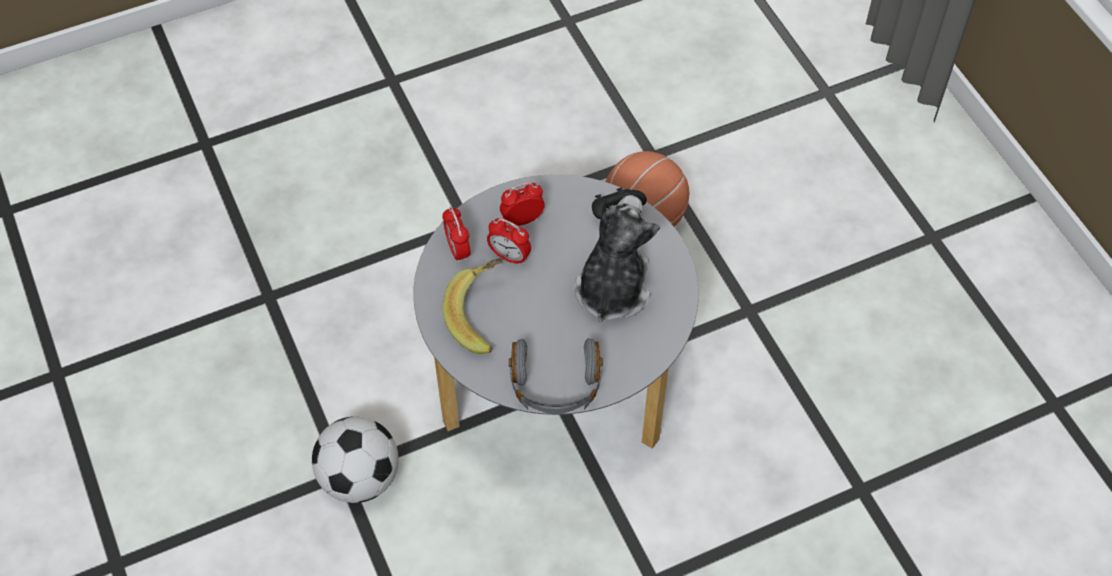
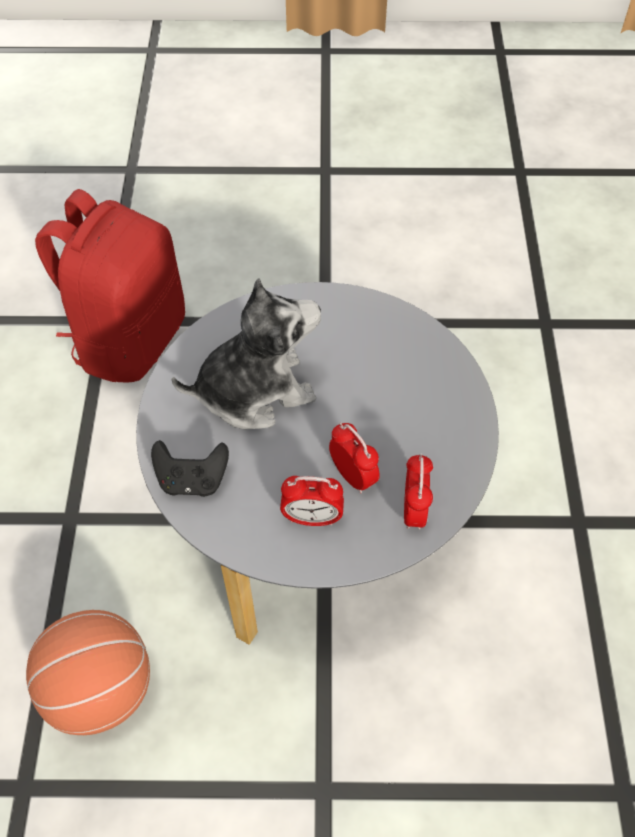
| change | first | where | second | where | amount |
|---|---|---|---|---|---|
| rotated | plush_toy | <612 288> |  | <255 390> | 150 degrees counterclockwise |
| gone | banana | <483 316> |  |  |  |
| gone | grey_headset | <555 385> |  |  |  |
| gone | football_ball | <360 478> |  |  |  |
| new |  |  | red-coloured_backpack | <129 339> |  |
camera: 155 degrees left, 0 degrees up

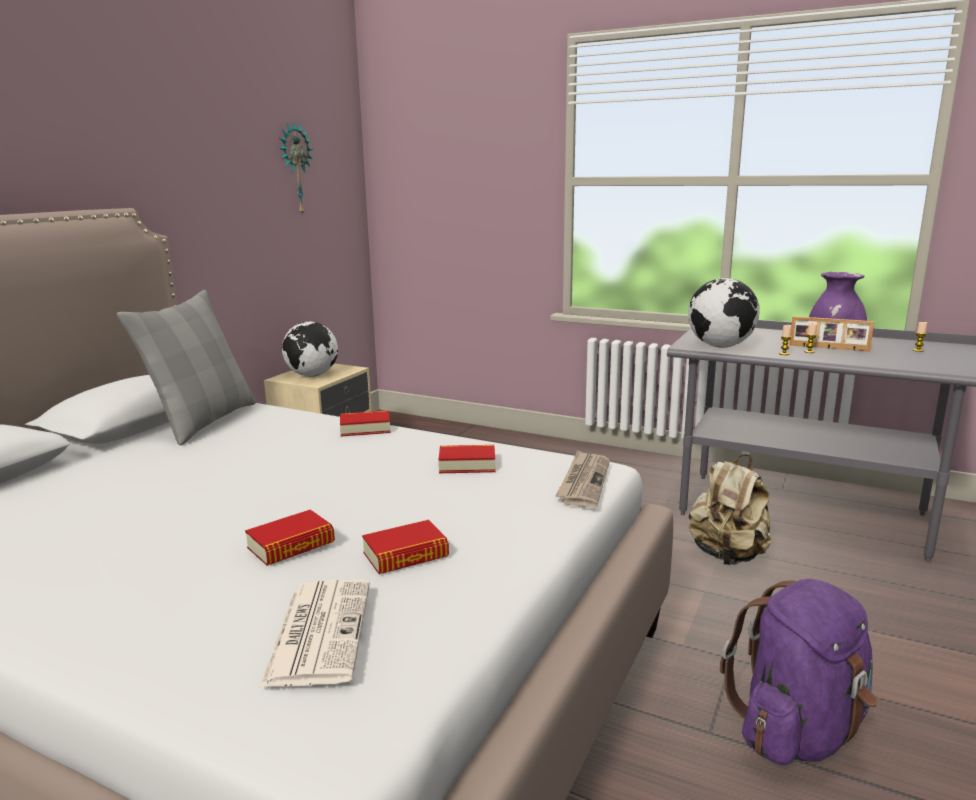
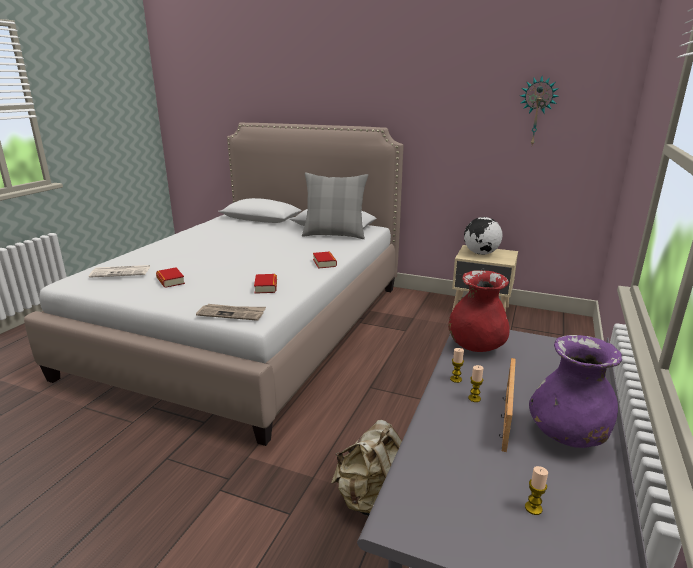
| change | first | where | second | where | amount |
|---|---|---|---|---|---|
| swapped | globe | <720 346> | red-coloured_vase | <476 346> |  |
| gone | bound_book | <291 545> |  |  |  |
| gone | purple-coloured_backpack | <798 731> |  |  |  |
camera: 85 degrees right, 5 degrees up

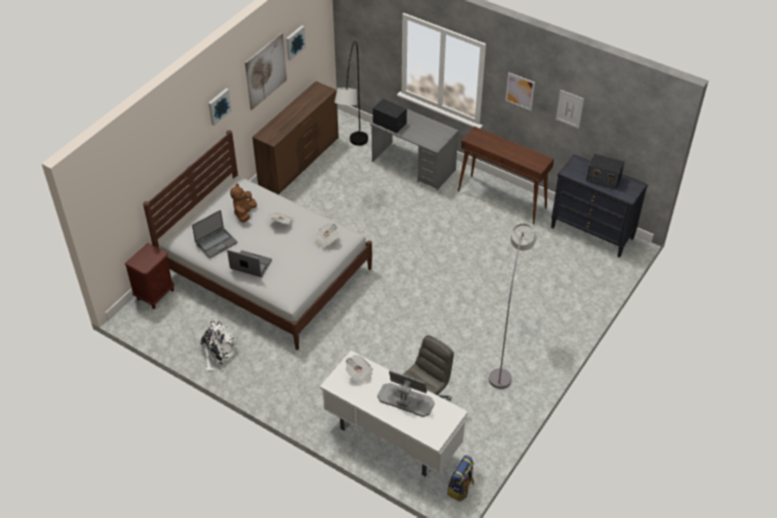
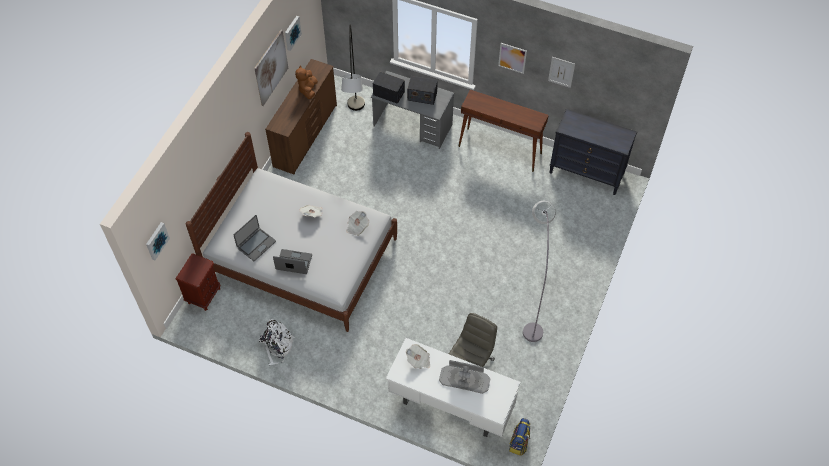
| change | first | where | second | where | amount |
|---|---|---|---|---|---|
| shifted | wall_art | <218 106> |  | <156 240> |  |
| shifted | radio_set | <603 178> |  | <422 96> |  |
| shifted | brown_plush_toy | <244 213> |  | <308 90> |  |
camera: 10 degrees left, 10 degrees up

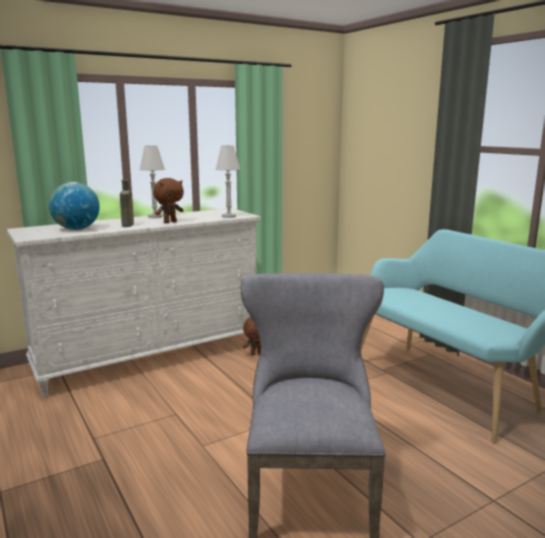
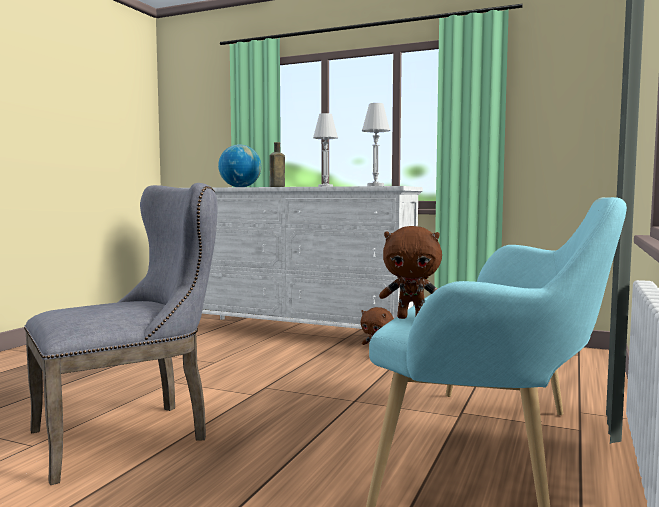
| change | first | where | second | where | amount |
|---|---|---|---|---|---|
| shifted | brown_plush_toy | <170 222> |  | <411 318> |  |
camera: 55 degrees right, 10 degrees down

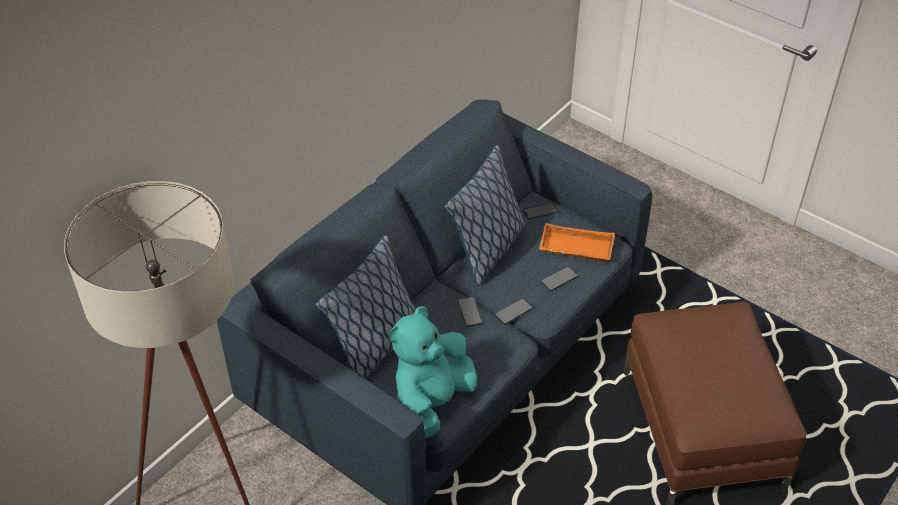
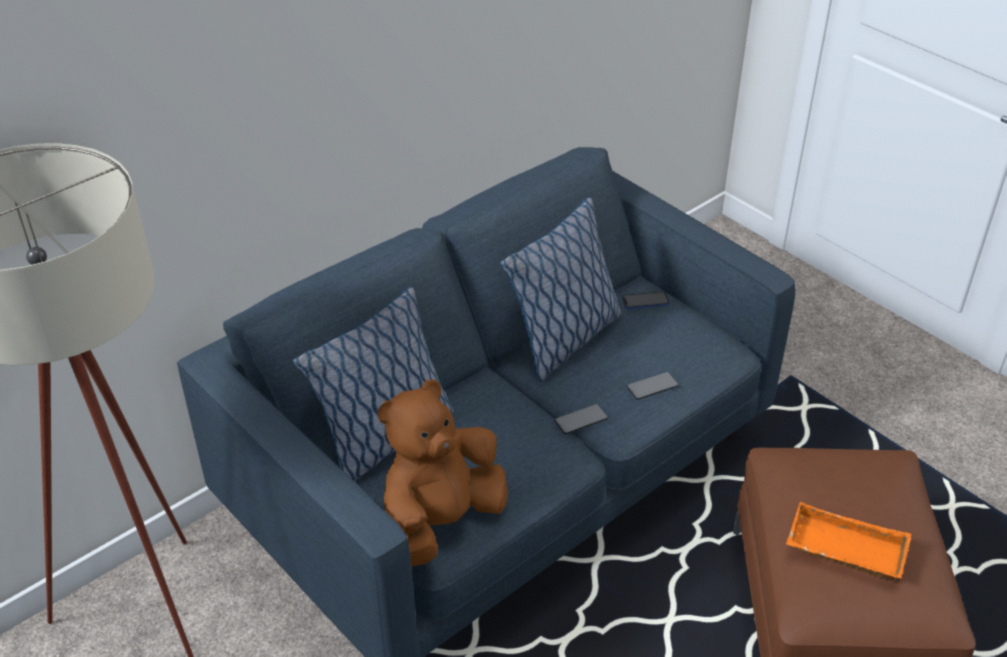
| change | first | where | second | where | amount |
|---|---|---|---|---|---|
| shifted | orangey_carrying_tray | <575 249> |  | <843 550> |  |
| gone | handset | <469 312> |  |  |  |
| repainted | blue-green_plush_toy | <431 403> | brown_plush_toy | <440 522> |  |
camera: 10 degrees right, 5 degrees down

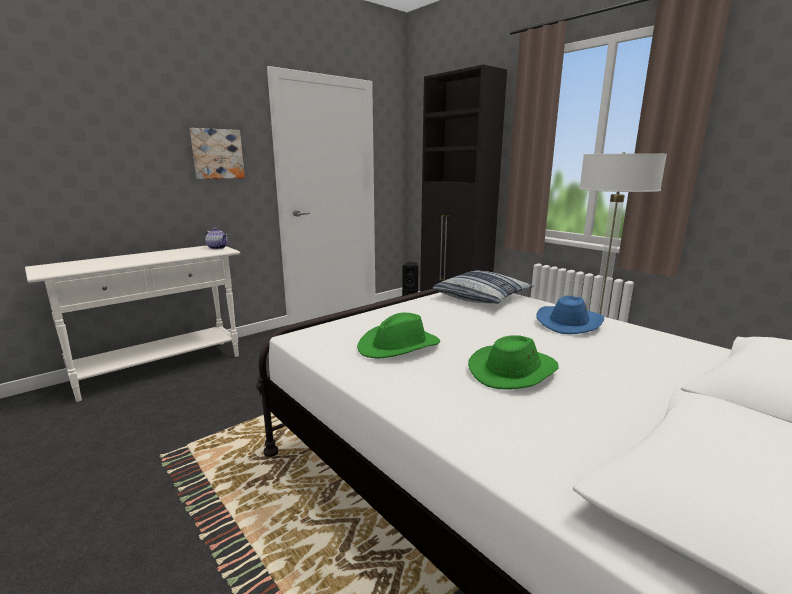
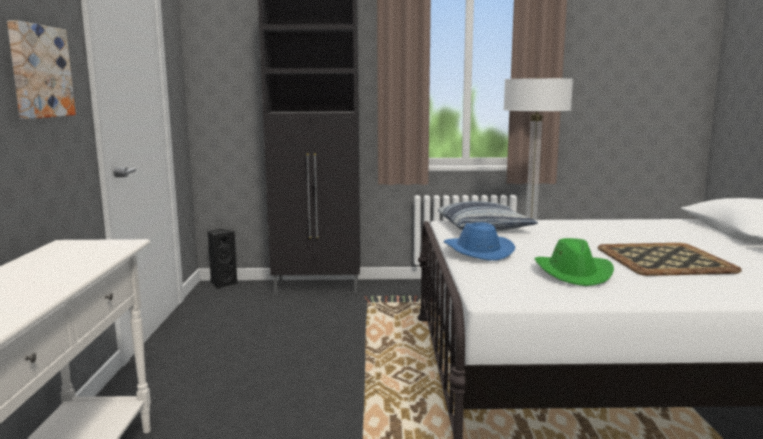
| change | first | where | second | where | amount |
|---|---|---|---|---|---|
| gone | pot_for_tea | <218 248> |  |  |  |
| shifted | blue_clothing_hat | <569 322> |  | <476 251> |  |
| swapped | green-coloured_clothing_hat | <513 370> | carrying_tray | <663 260> |  |
camera: 50 degrees left, 5 degrees down

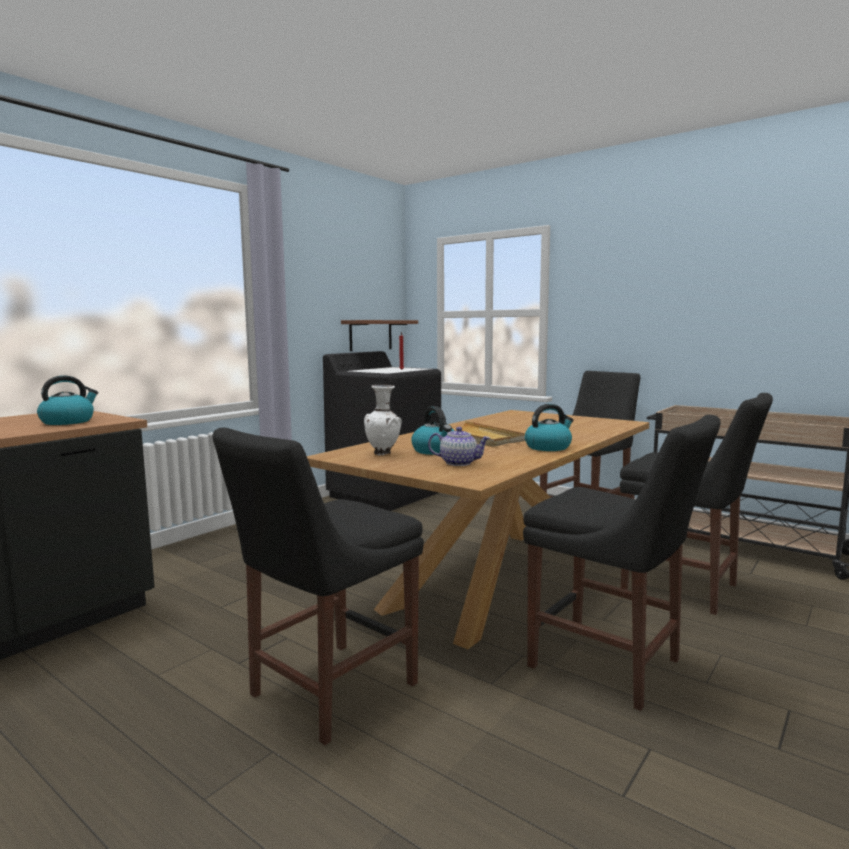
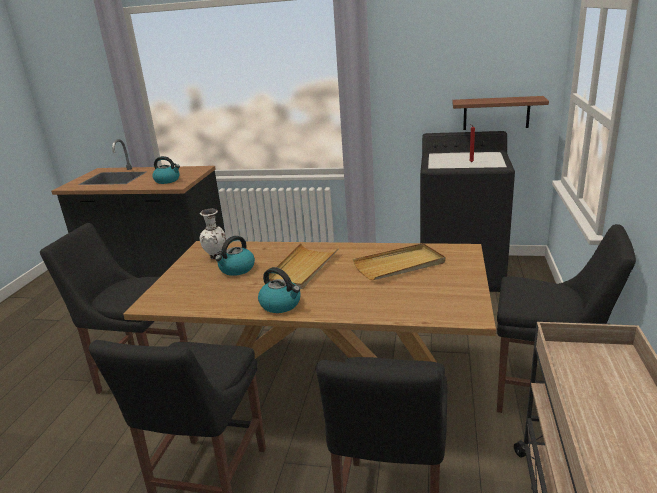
| change | first | where | second | where | amount |
|---|---|---|---|---|---|
| gone | pot_for_tea | <459 463> |  |  |  |
| new |  |  | sand-coloured_carrying_tray | <400 265> |  |
camera: 65 degrees right, 15 degrees up

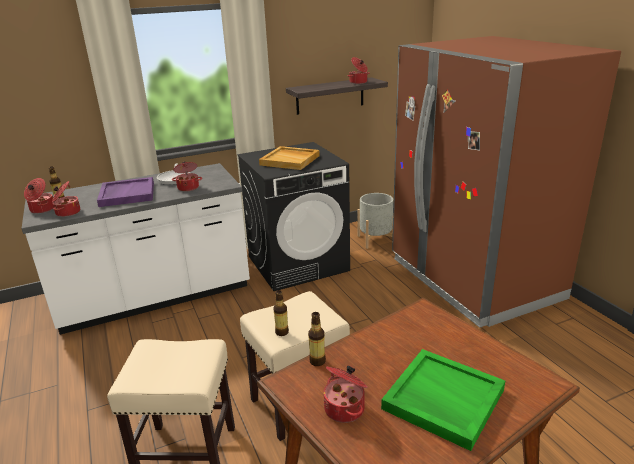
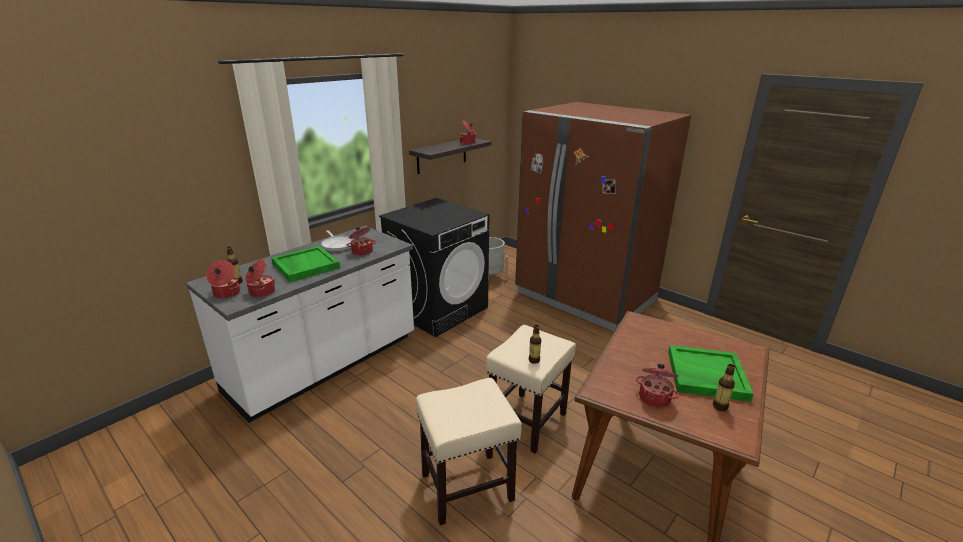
| change | first | where | second | where | amount |
|---|---|---|---|---|---|
| gone | sand-coloured_carrying_tray | <290 160> |  |  |  |
| repainted | purple-coloured_carrying_tray | <127 194> | green-coloured_carrying_tray | <305 266> |  |
| shifted | bottle | <317 361> |  | <719 406> |  |
camera: 25 degrees left, 0 degrees up

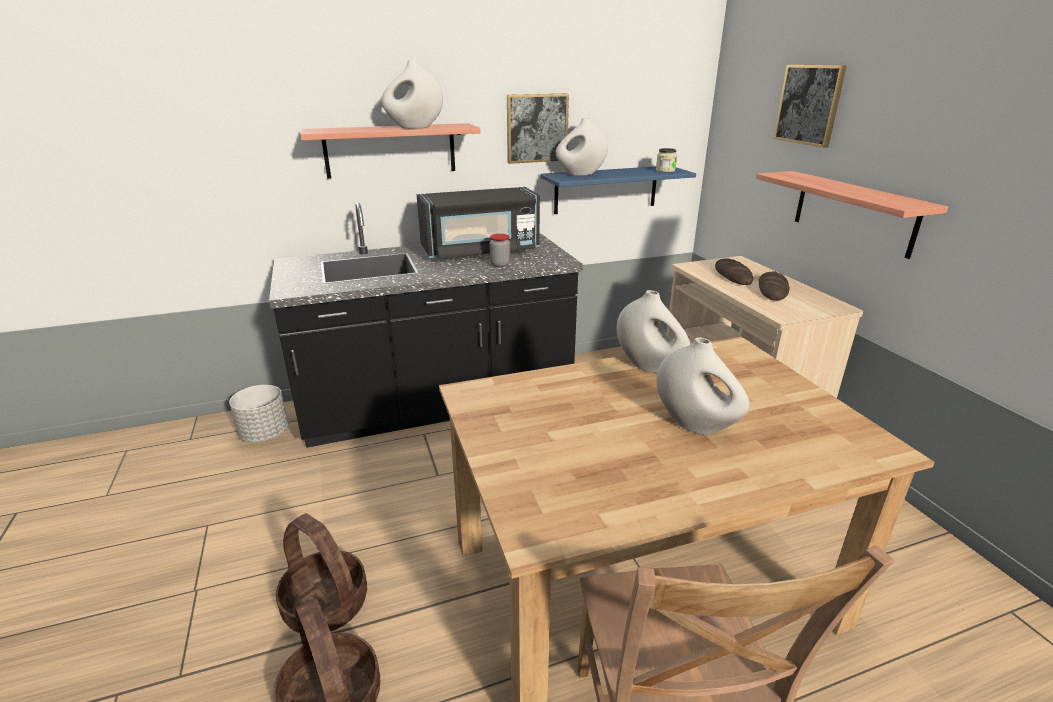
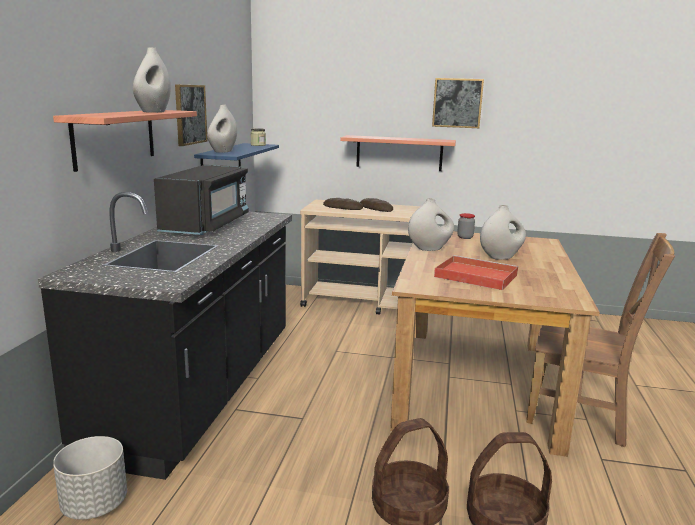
| change | first | where | second | where | amount |
|---|---|---|---|---|---|
| shifted | wall_art | <809 104> |  | <457 103> |  |
| shifted | preserve_jar | <500 264> |  | <465 237> |  |
| new |  |  | red-coloured_carrying_tray | <474 276> |  |
camera: 60 degrees left, 10 degrees down

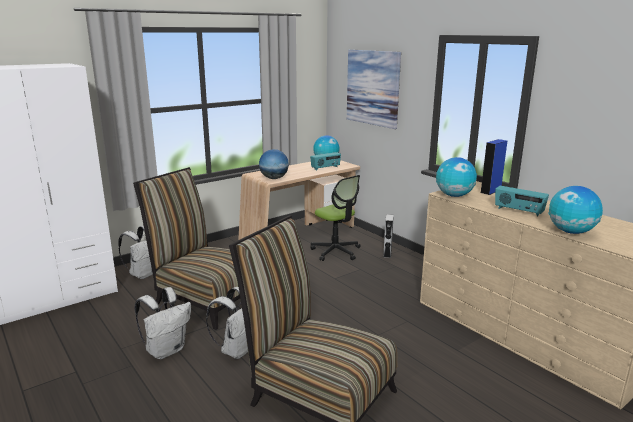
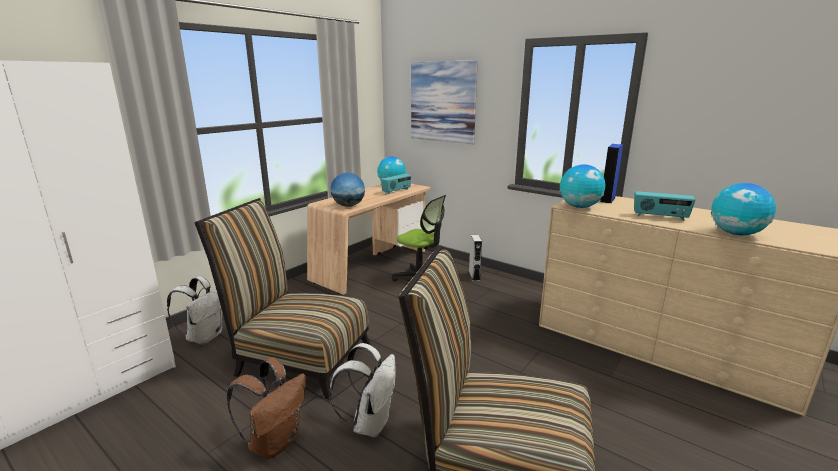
| change | first | where | second | where | amount |
|---|---|---|---|---|---|
| repainted | white_backpack | <166 350> | brown_backpack | <275 442> |  |
camera: 15 degrees left, 0 degrees up

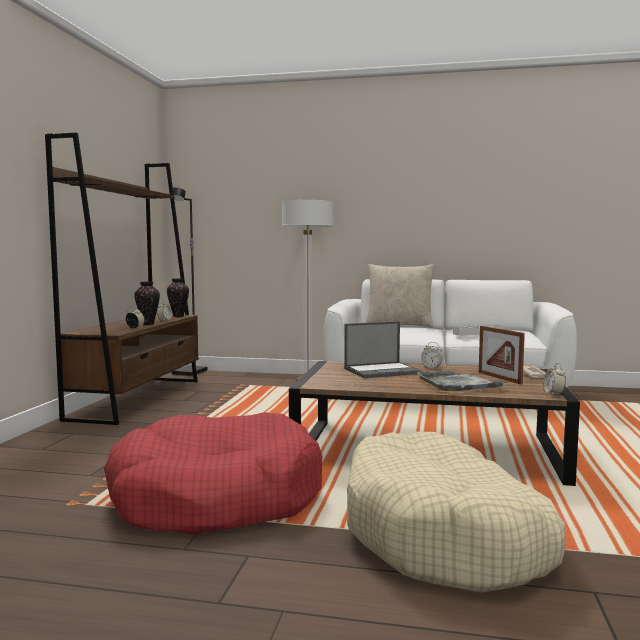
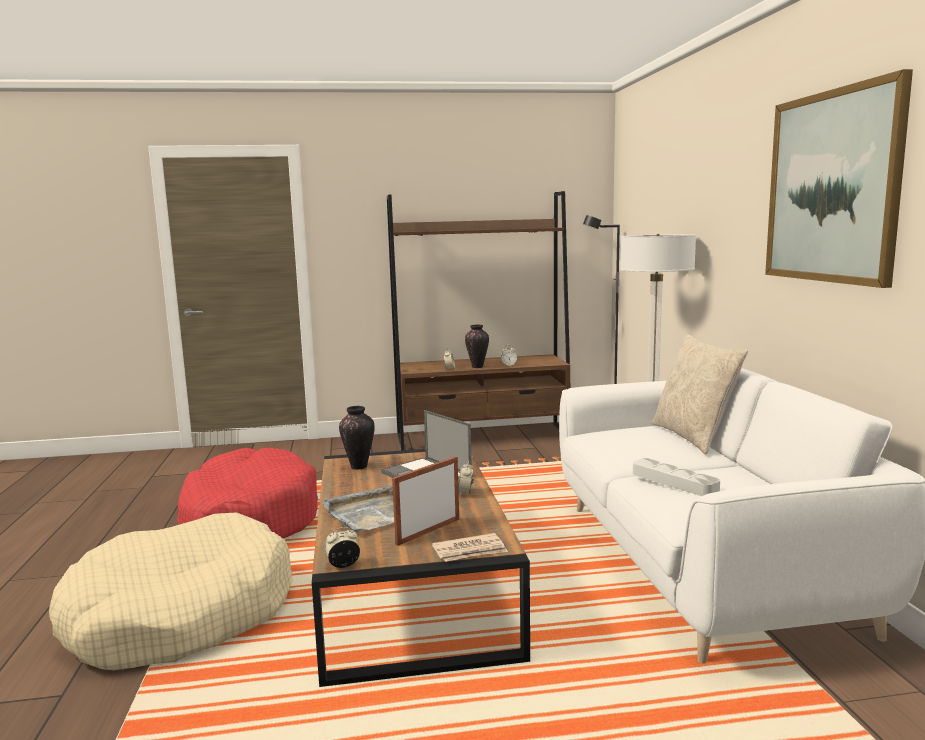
| change | first | where | second | where | amount |
|---|---|---|---|---|---|
| shifted | vase | <179 316> |  | <359 467> |  |
| new |  |  | wall_art | <832 187> |  |
camera: 70 degrees right, 5 degrees up

